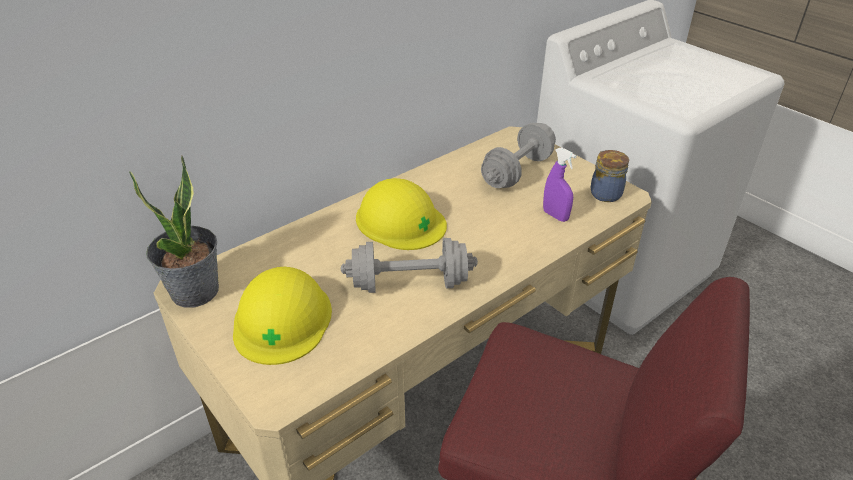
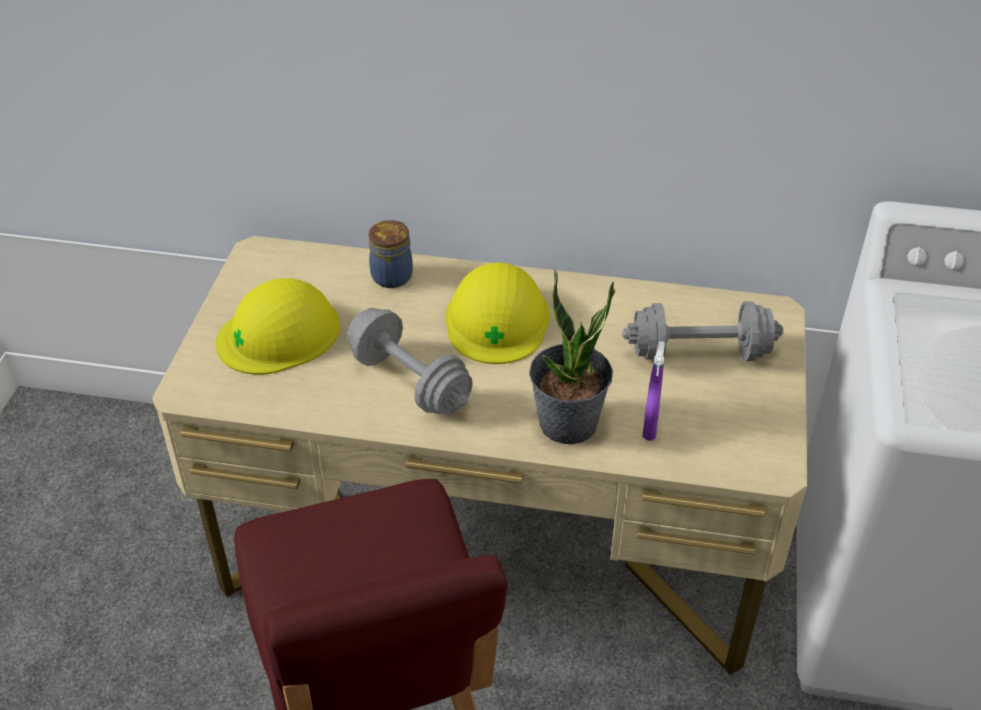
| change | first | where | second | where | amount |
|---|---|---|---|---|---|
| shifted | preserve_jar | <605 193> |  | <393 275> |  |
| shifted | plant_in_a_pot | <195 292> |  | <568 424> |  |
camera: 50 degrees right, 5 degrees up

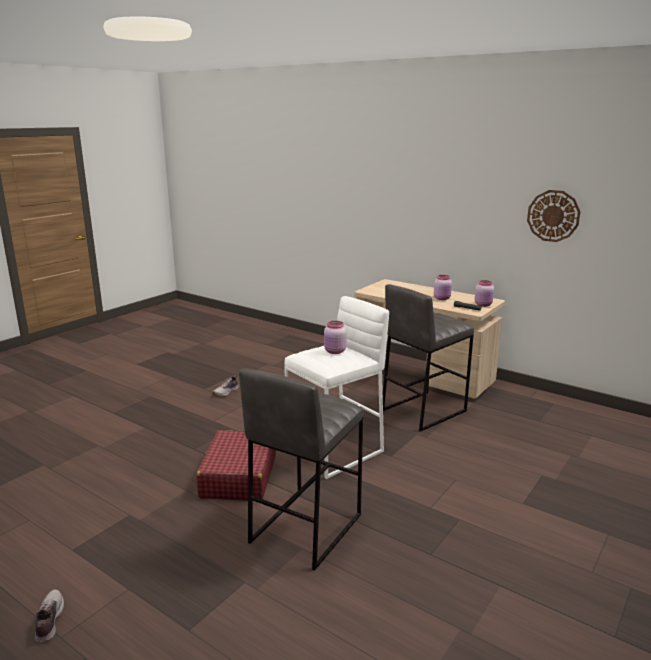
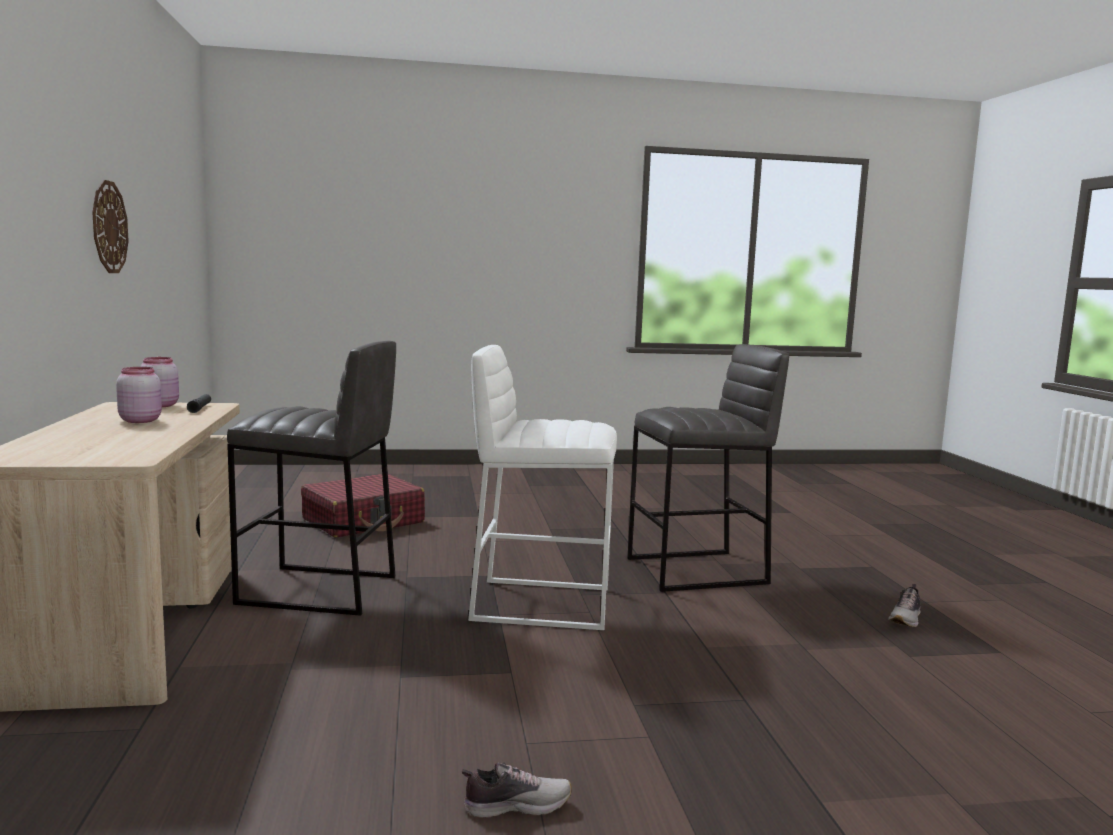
| change | first | where | second | where | amount |
|---|---|---|---|---|---|
| gone | pink_preserve_jar | <335 351> |  |  |  |
| shifted | red-coloured_piece_of_luggage | <238 476> |  | <364 521> |  |
| shifted | low_shoe | <48 621> |  | <906 619> |  |
camera: 135 degrees left, 10 degrees down

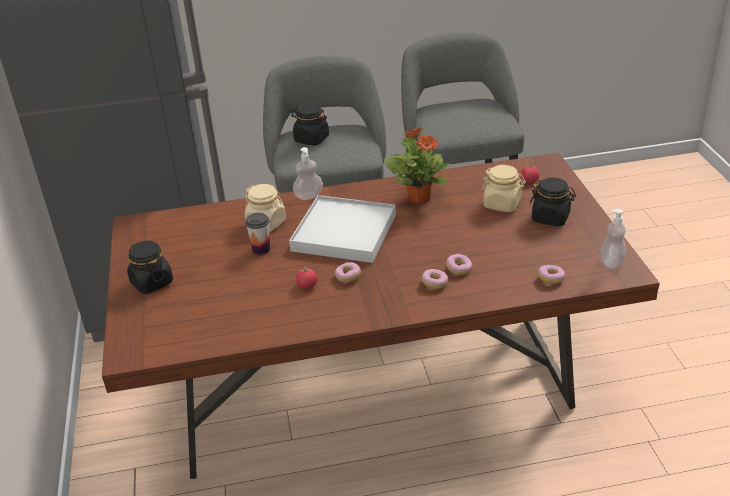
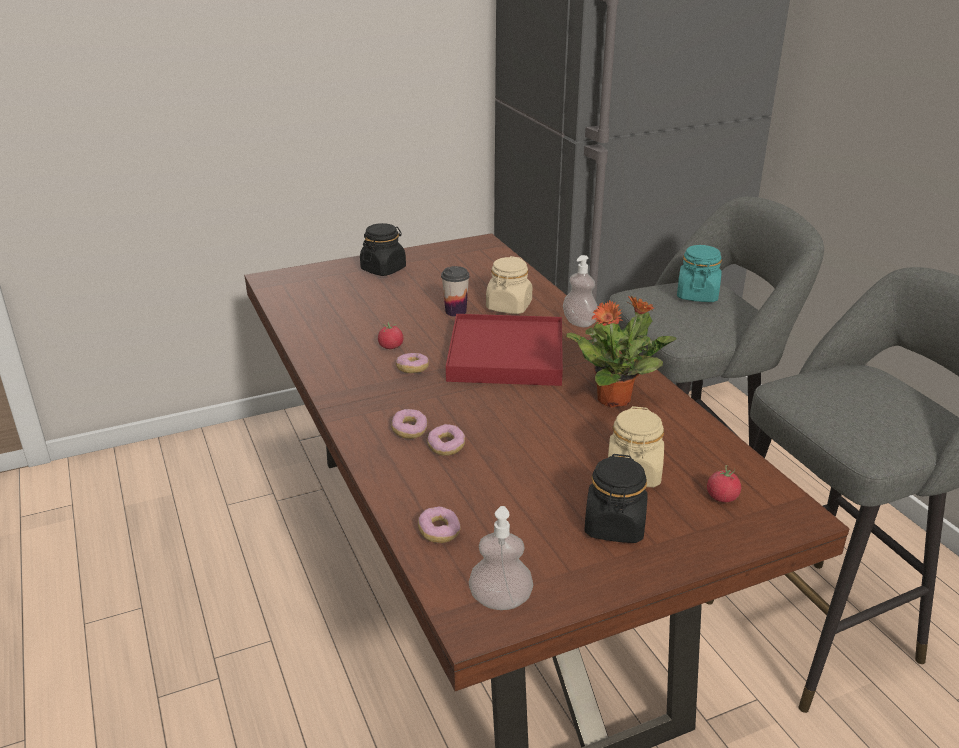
| change | first | where | second | where | amount |
|---|---|---|---|---|---|
| repainted | black-coloured_preserve_jar | <311 139> | blue-green_preserve_jar | <697 295> |  |
| repainted | white_carrying_tray | <344 232> | red-coloured_carrying_tray | <506 355> |  |
camera: 75 degrees right, 5 degrees down

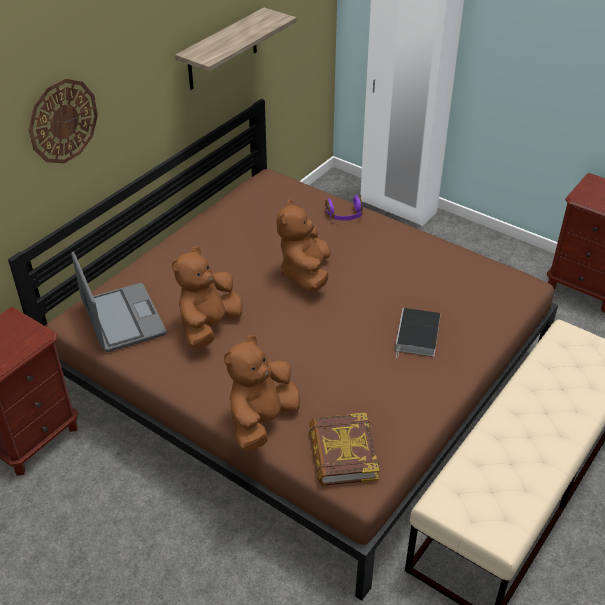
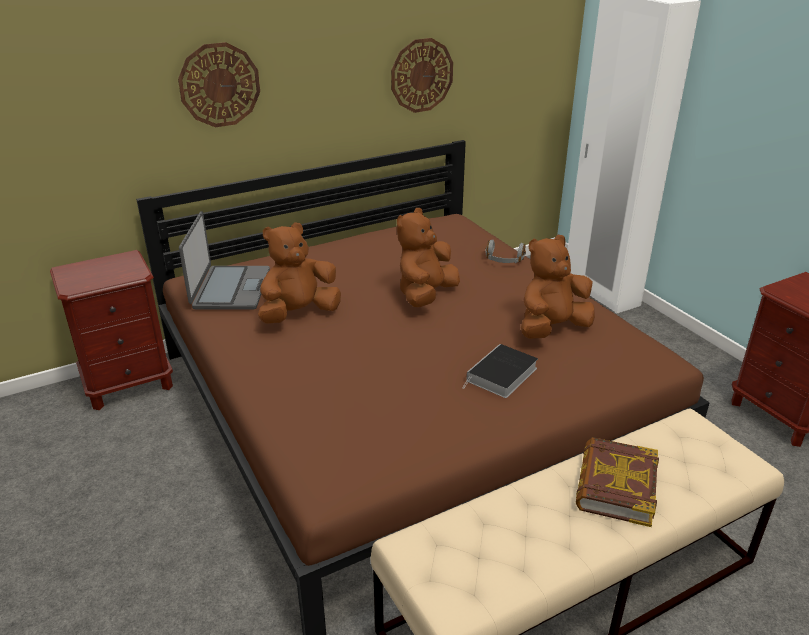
| change | first | where | second | where | amount |
|---|---|---|---|---|---|
| swapped | shelf | <222 50> | wall_clock | <421 75> |  |
| repainted | purple-coloured_headset | <345 215> | grey_headset | <504 260> |  |
| shifted | brown_plush_toy | <261 421> |  | <551 328> |  |
| shifted | bound_book | <342 453> |  | <615 486> |  |
camera: 25 degrees right, 10 degrees down

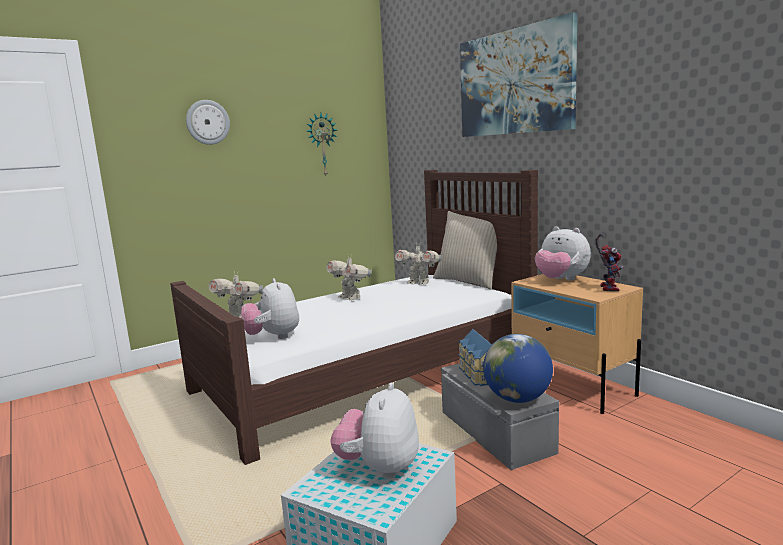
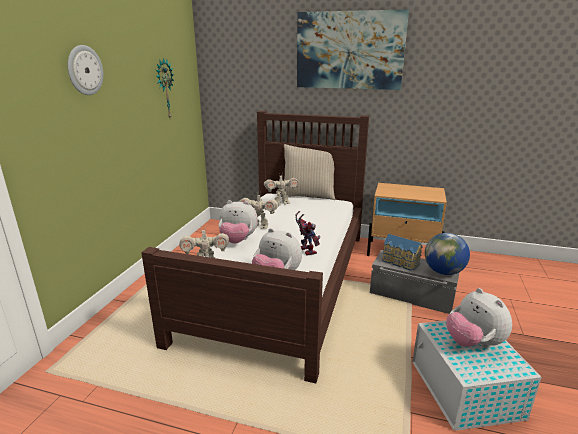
| change | first | where | second | where | amount |
|---|---|---|---|---|---|
| shifted | plush_toy | <561 280> |  | <238 240> |  |
| shifted | robot_figure | <607 287> |  | <305 250> |  |
camera: 40 degrees left, 10 degrees up

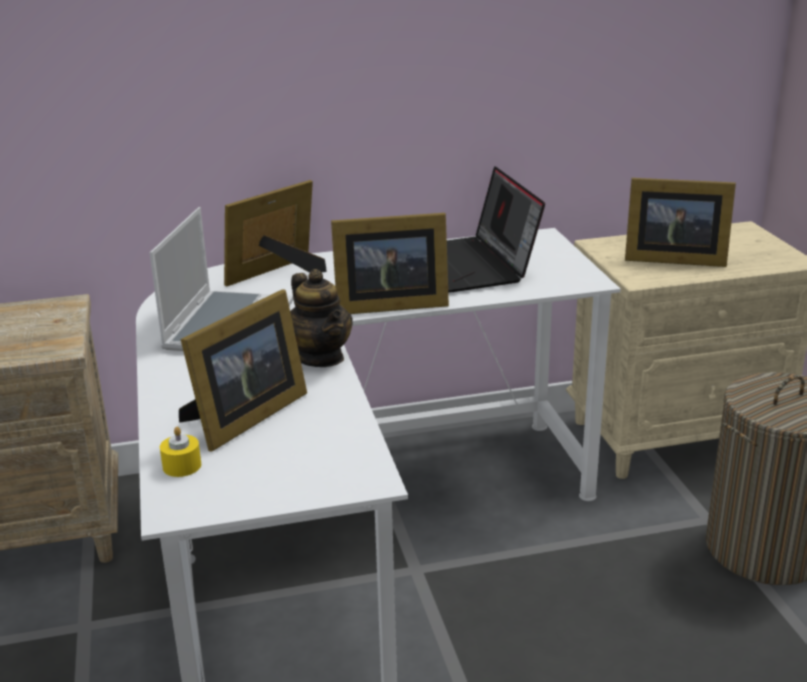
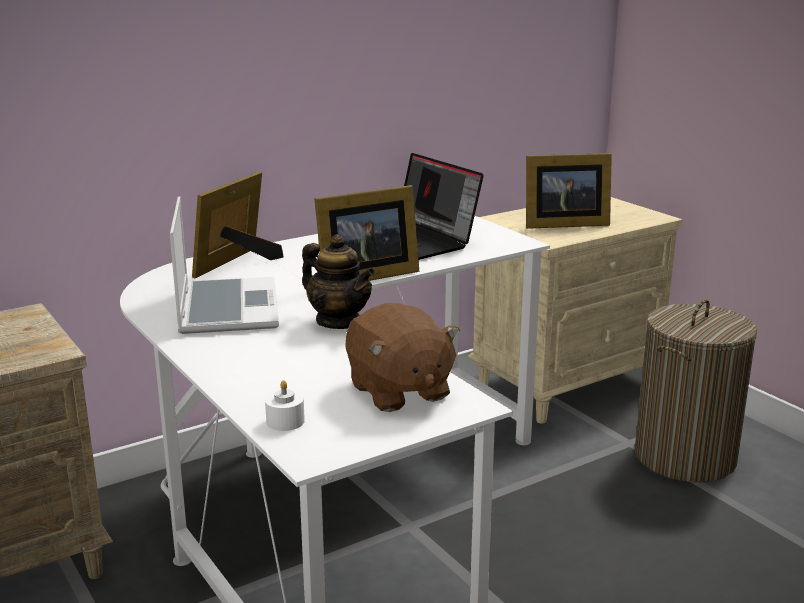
| change | first | where | second | where | amount |
|---|---|---|---|---|---|
| gone | picture_frame | <243 418> |  |  |  |
| repainted | yellowish_candle | <182 466> | white_candle | <285 421> |  |
| new |  |  | brown_plush_toy | <398 391> |  |
camera: 20 degrees left, 5 degrees down

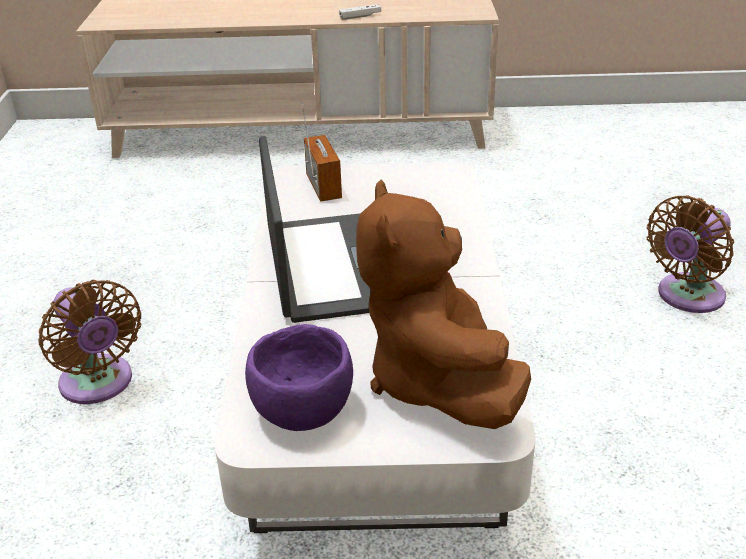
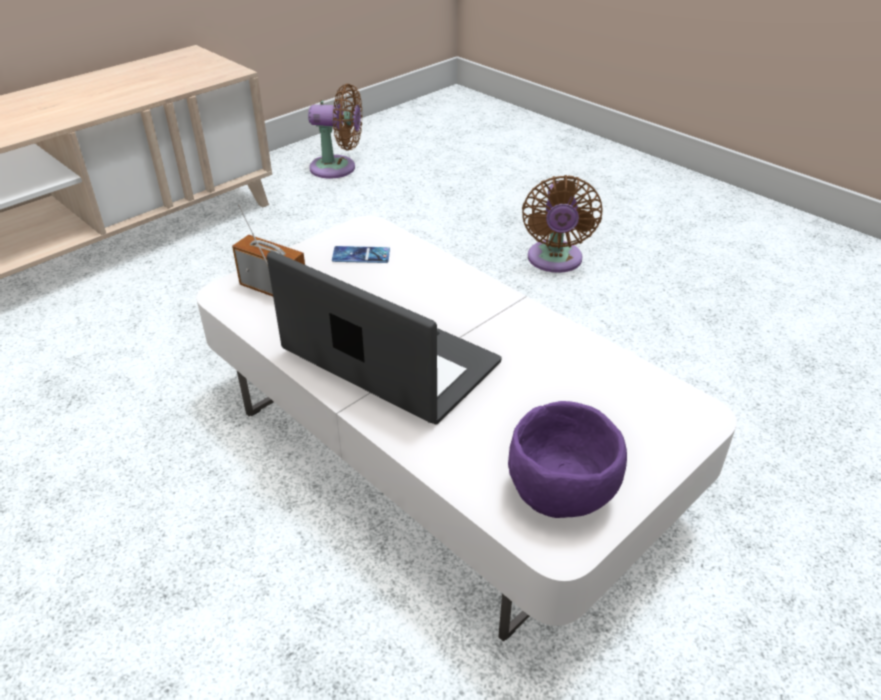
| change | first | where | second | where | amount |
|---|---|---|---|---|---|
| gone | white_gamepad | <360 16> |  |  |  |
| gone | brown_plush_toy | <437 381> |  |  |  |
| shifted | brown_fan | <99 384> |  | <338 168> |  |
| new |  |  | handset | <361 255> |  |
camera: 45 degrees left, 5 degrees up

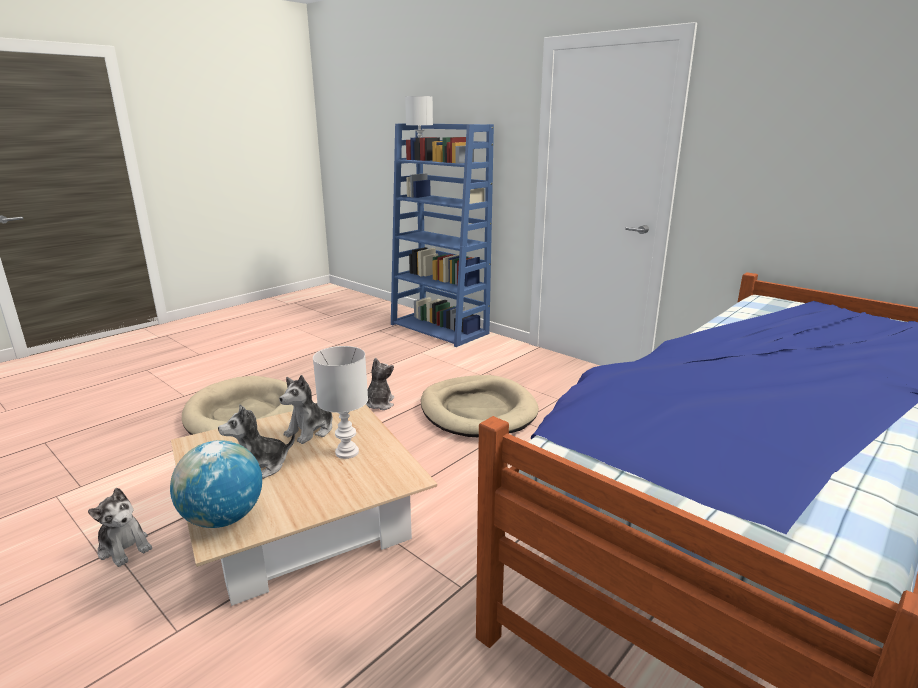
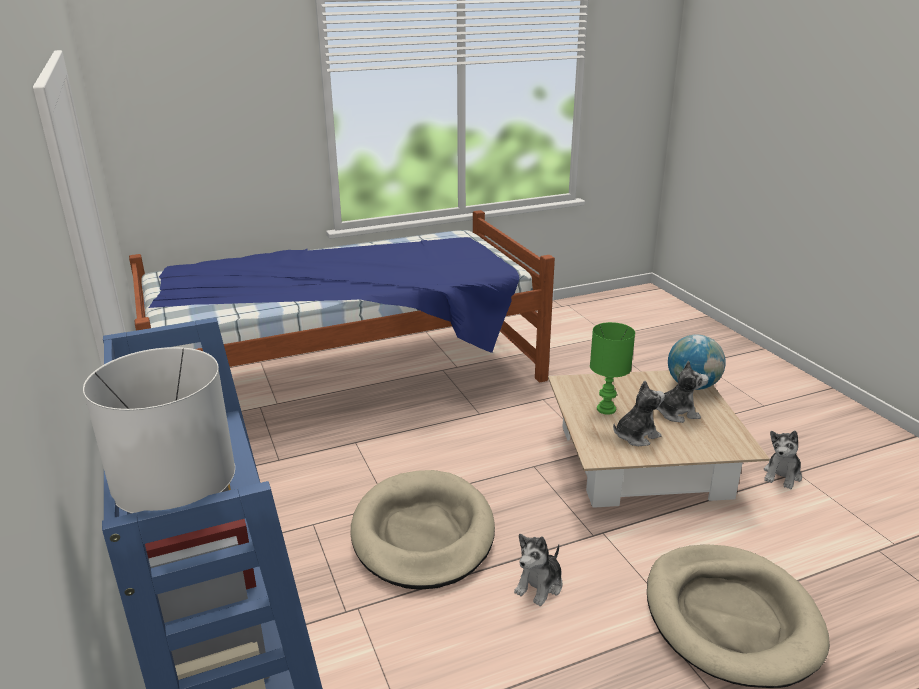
| change | first | where | second | where | amount |
|---|---|---|---|---|---|
| repainted | white_lamp_for_a_table | <346 452> | green-coloured_lamp_for_a_table | <606 410> |  |
| rotated | plush_toy | <125 547> |  | <782 475> | 120 degrees counterclockwise |
camera: 155 degrees left, 5 degrees up

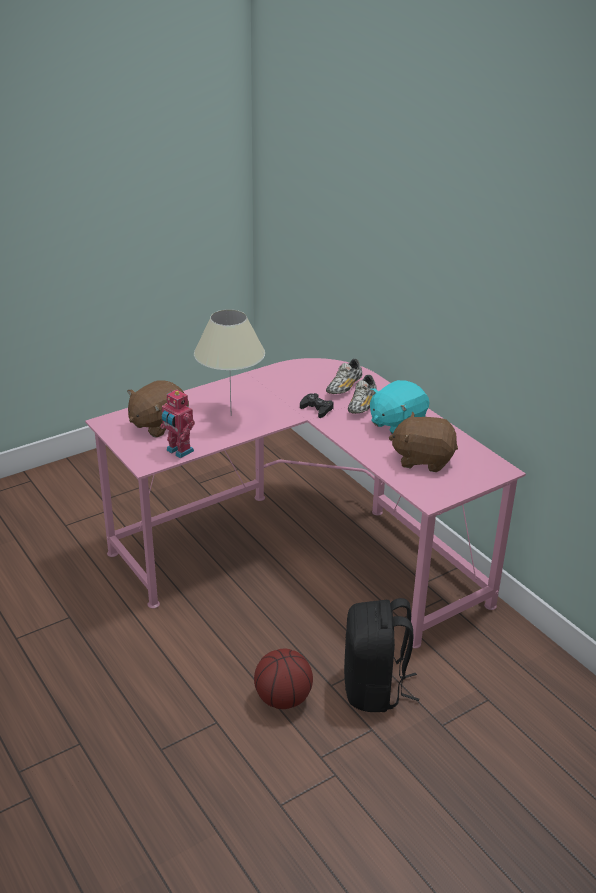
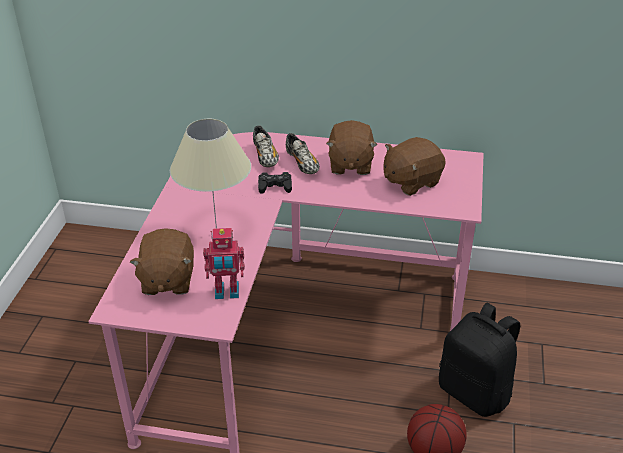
| change | first | where | second | where | amount |
|---|---|---|---|---|---|
| repainted | blue-green_plush_toy | <396 424> | brown_plush_toy | <350 164> |  |
camera: 45 degrees left, 5 degrees up

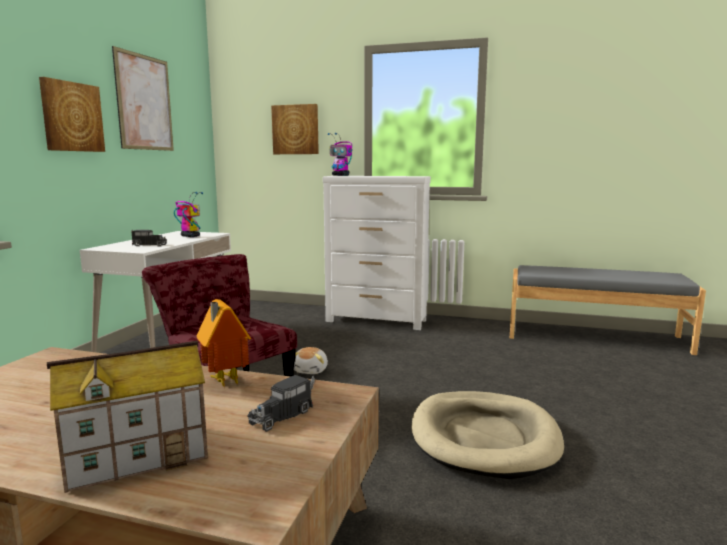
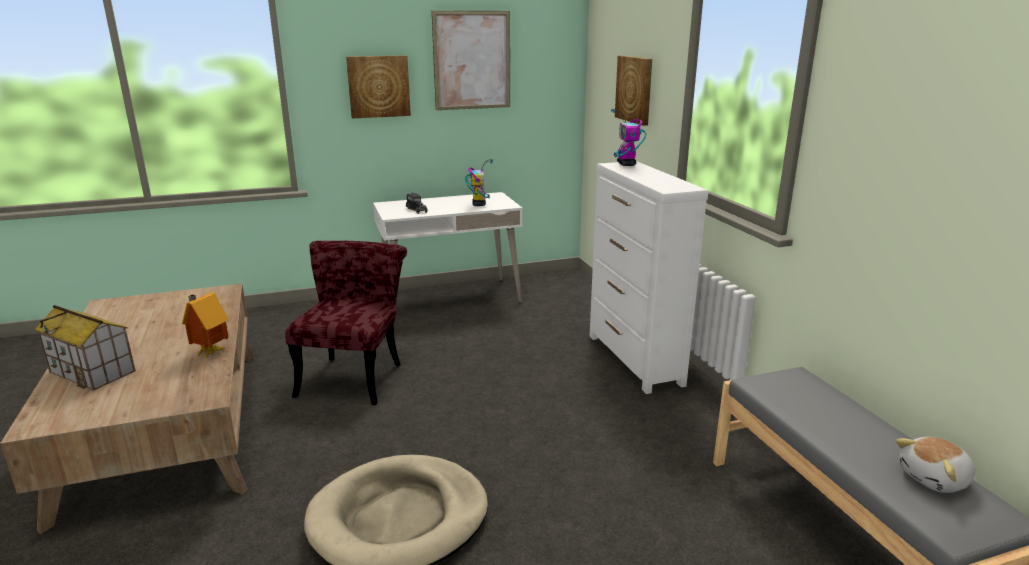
| change | first | where | second | where | amount |
|---|---|---|---|---|---|
| shifted | plush_toy | <311 370> |  | <935 479> |  |
| gone | model_truck | <283 415> |  |  |  |
camera: 55 degrees right, 10 degrees up

